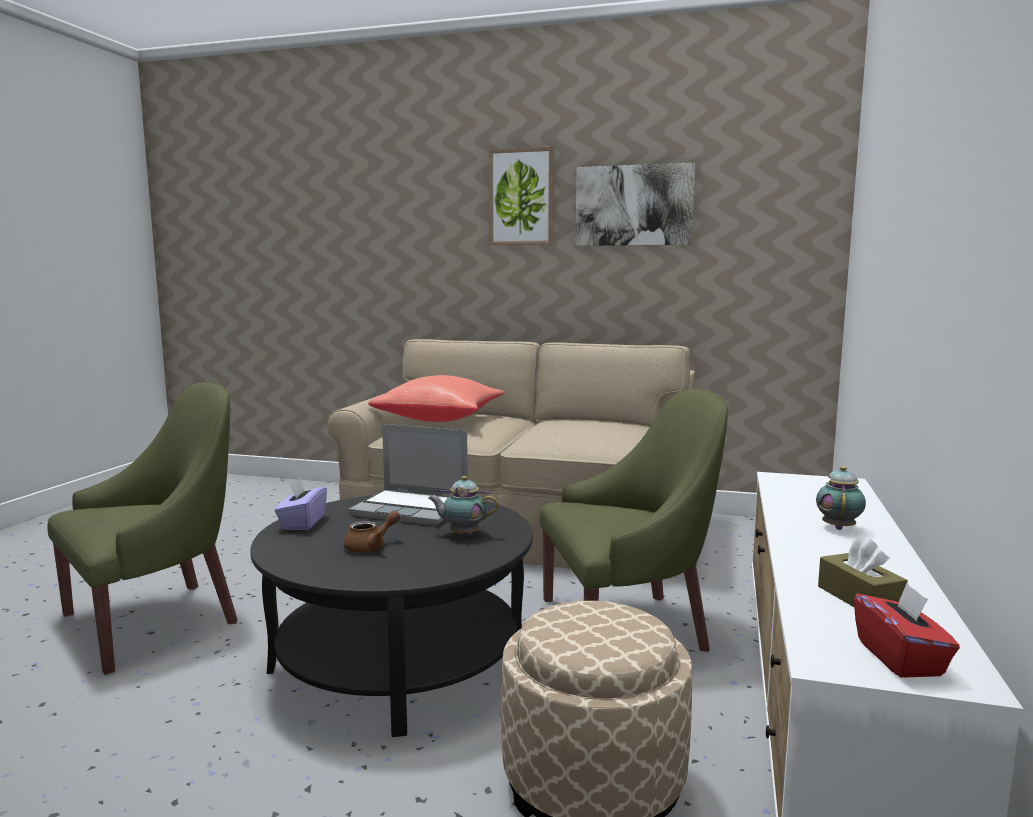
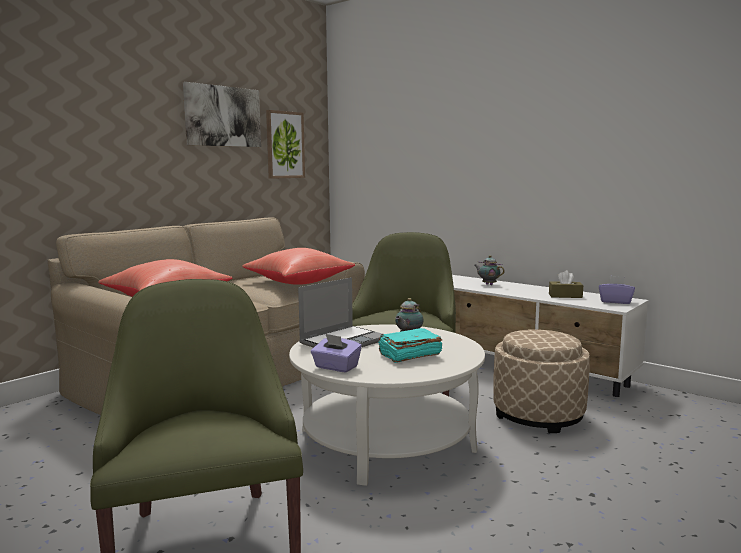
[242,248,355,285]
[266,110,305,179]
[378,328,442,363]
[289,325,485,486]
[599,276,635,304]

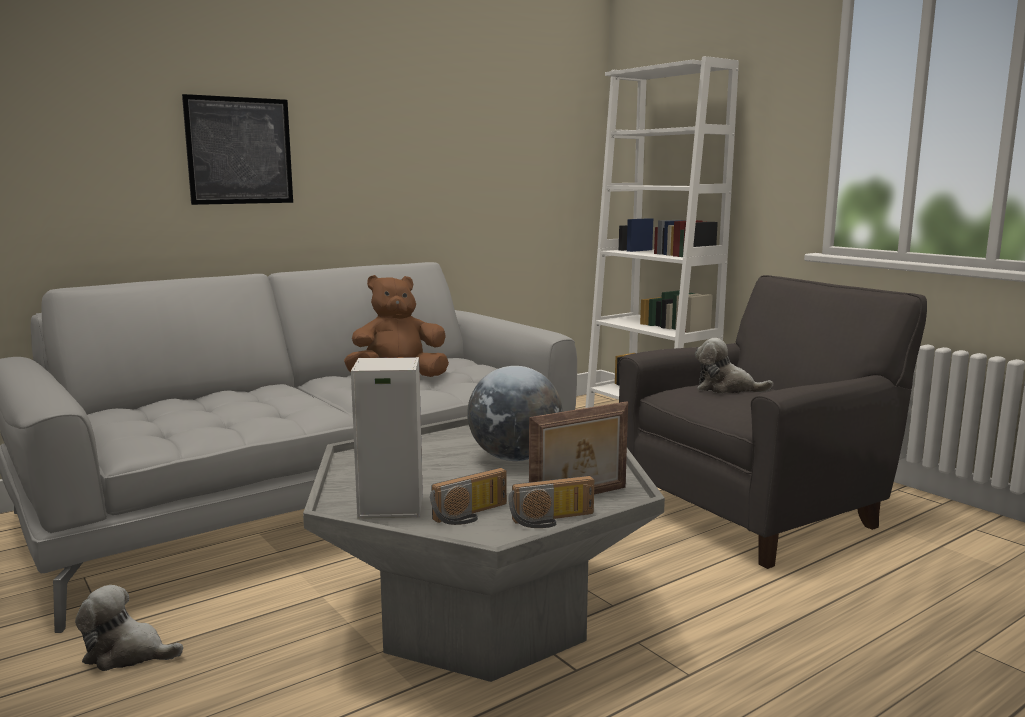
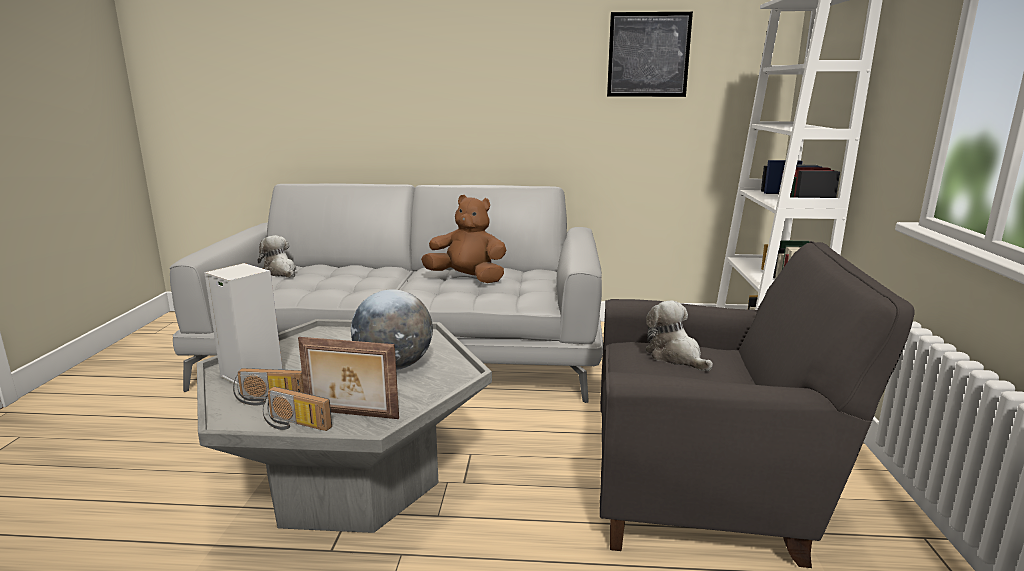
[257,235,296,278]
[607,12,693,97]

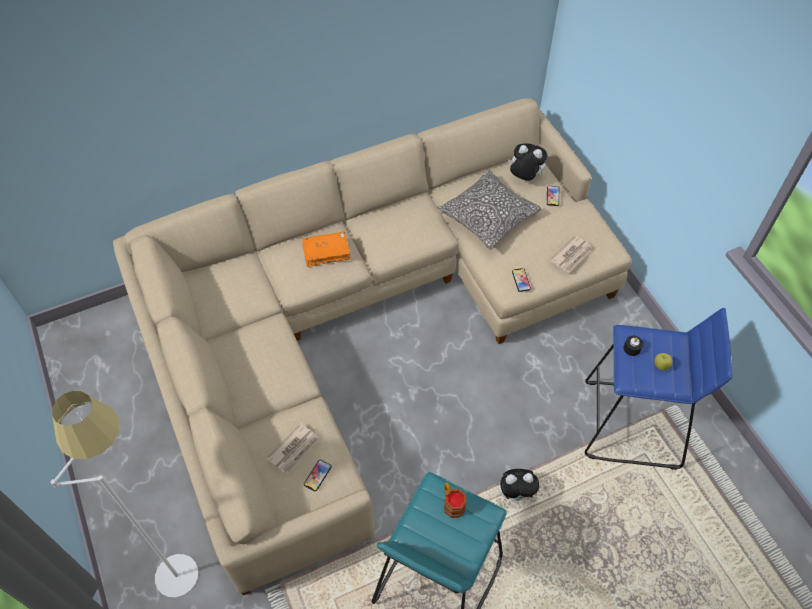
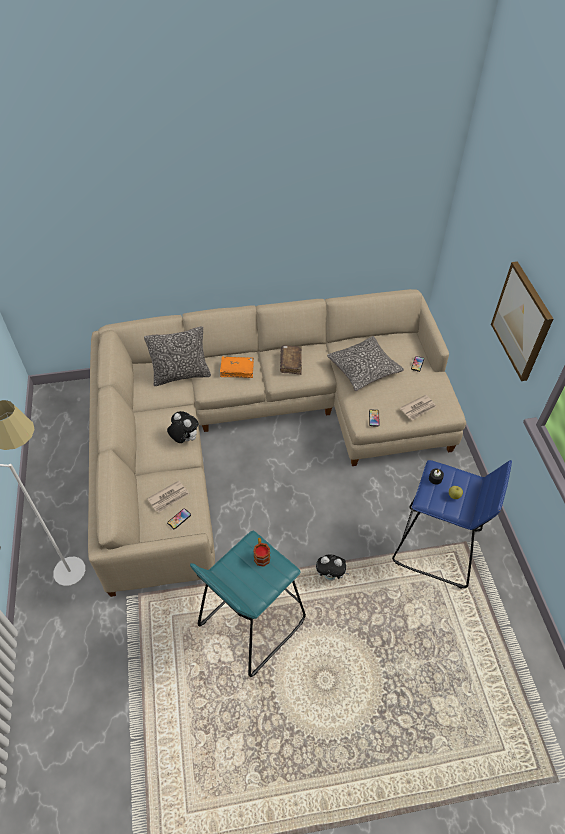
[144,326,211,386]
[280,345,302,375]
[491,261,553,381]
[167,411,199,443]

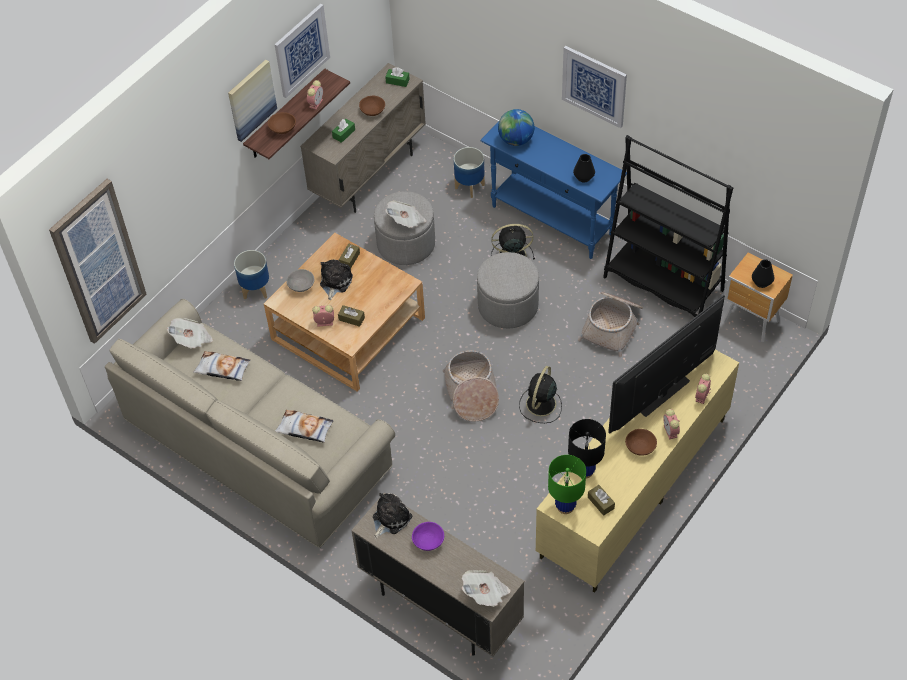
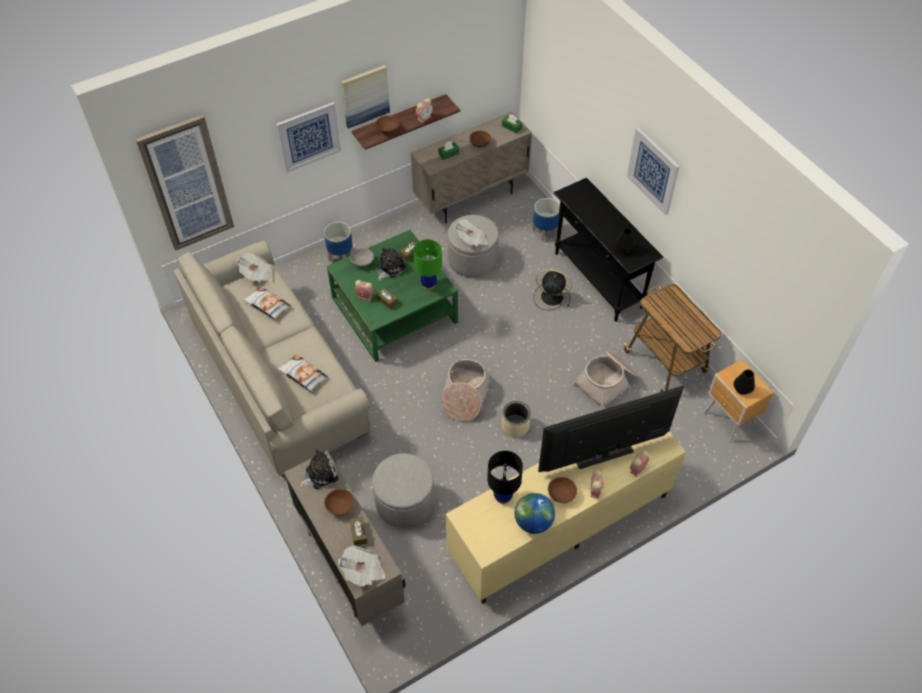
[276,102,341,173]
[372,453,435,528]
[515,493,555,534]
[413,239,442,290]
[350,517,367,546]
[501,401,531,437]
[623,284,722,392]
[327,230,458,362]
[324,489,354,515]
[554,178,664,322]

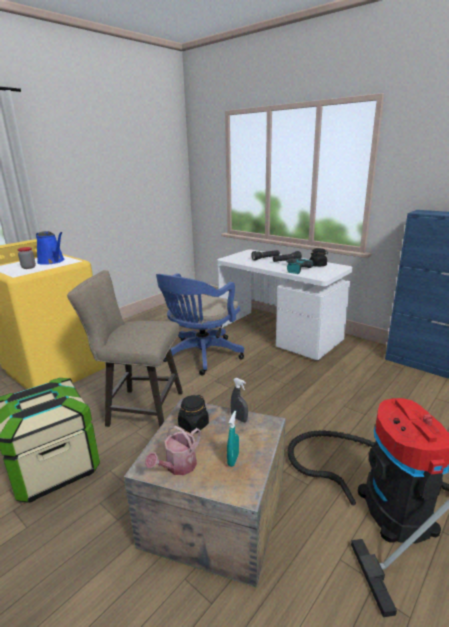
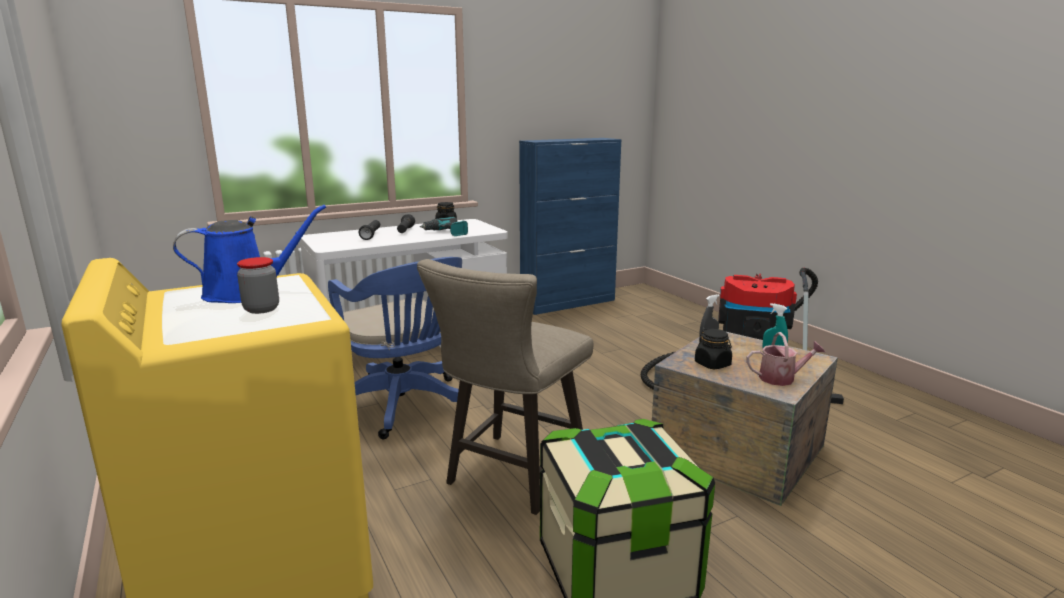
[746,332,825,386]

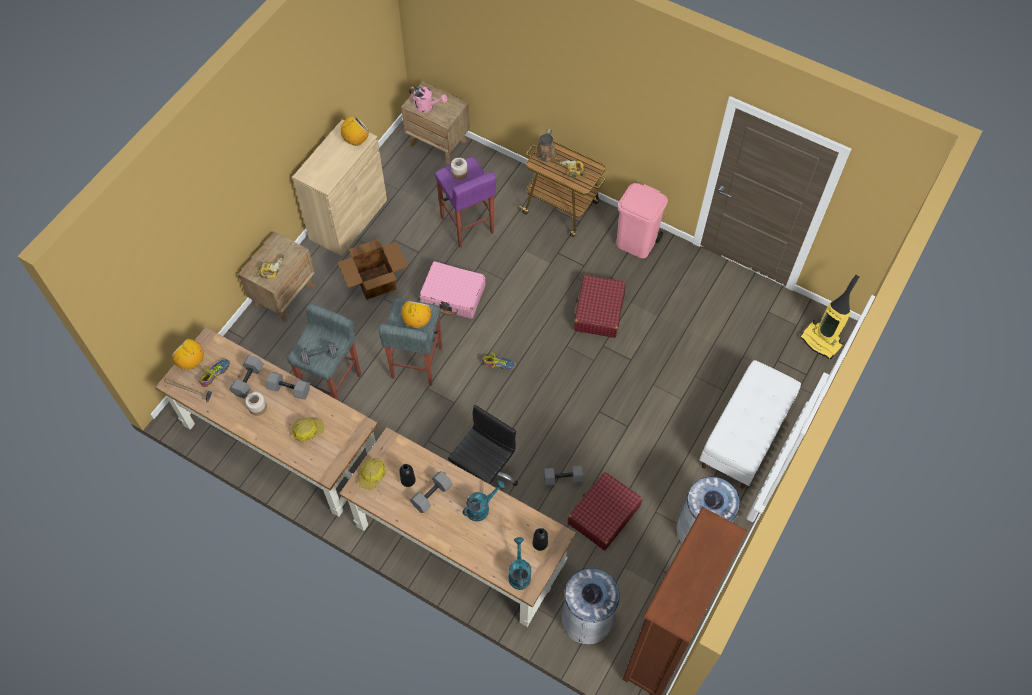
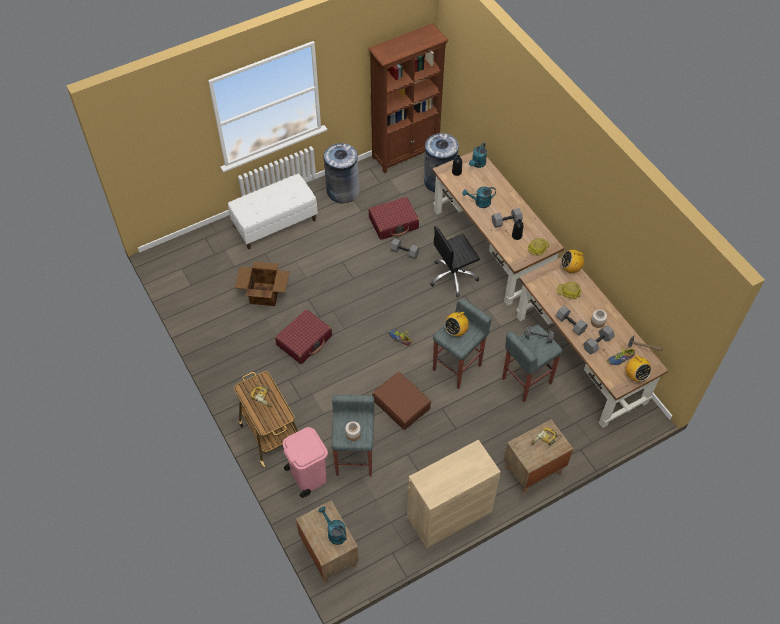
[535,129,557,162] (first image)
[800,275,859,359] (first image)
[235,261,289,306]
[561,249,585,273]
[283,427,328,498]
[318,506,347,545]
[372,372,431,430]
[331,395,374,477]

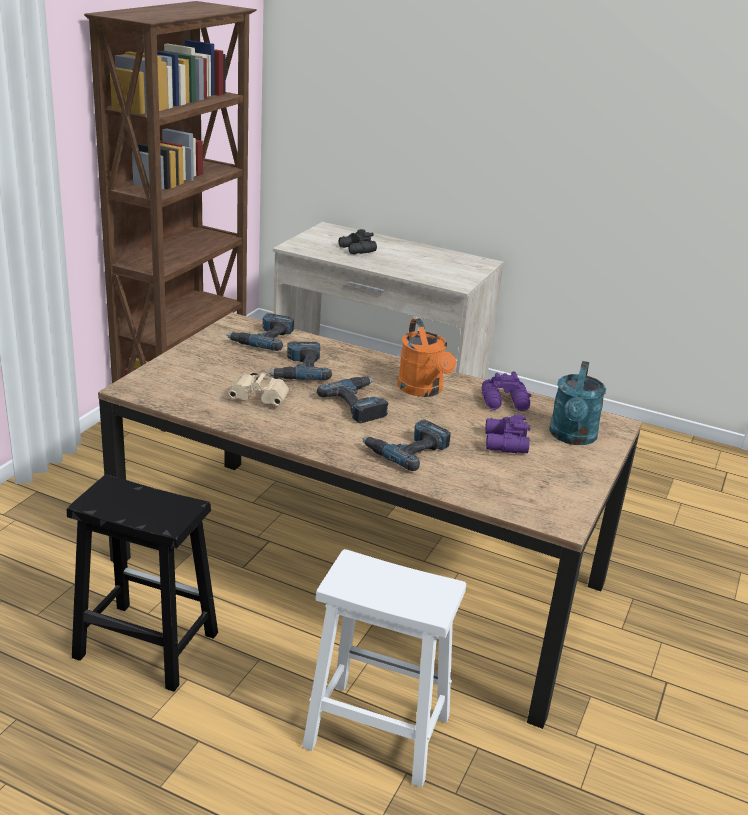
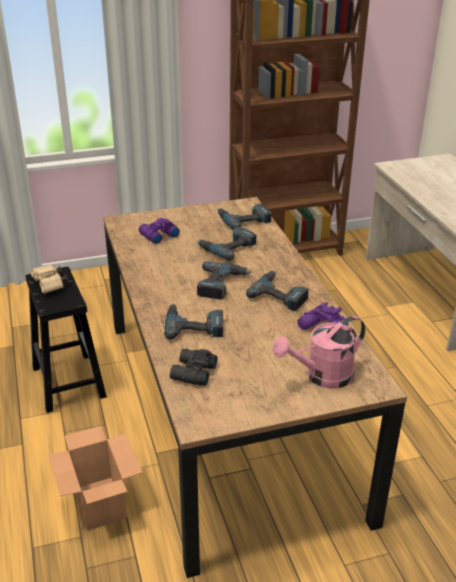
[30,264,69,294]
[170,349,217,386]
[139,218,180,244]
[48,426,143,531]
[246,271,309,311]
[273,316,365,389]

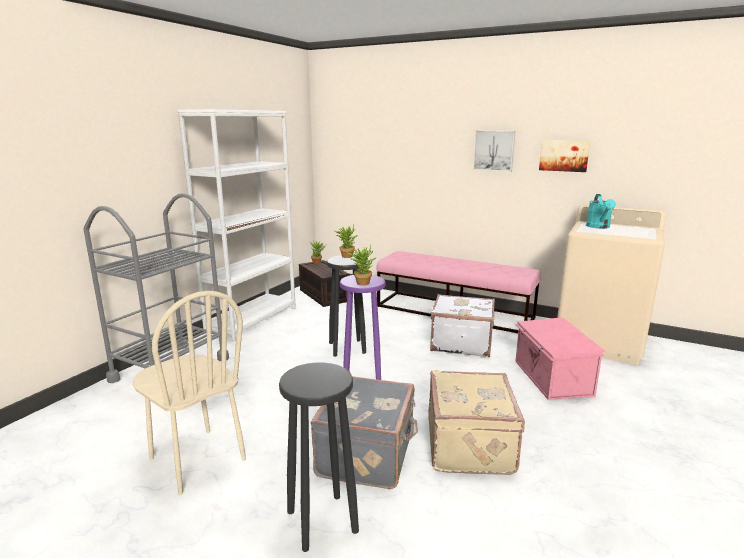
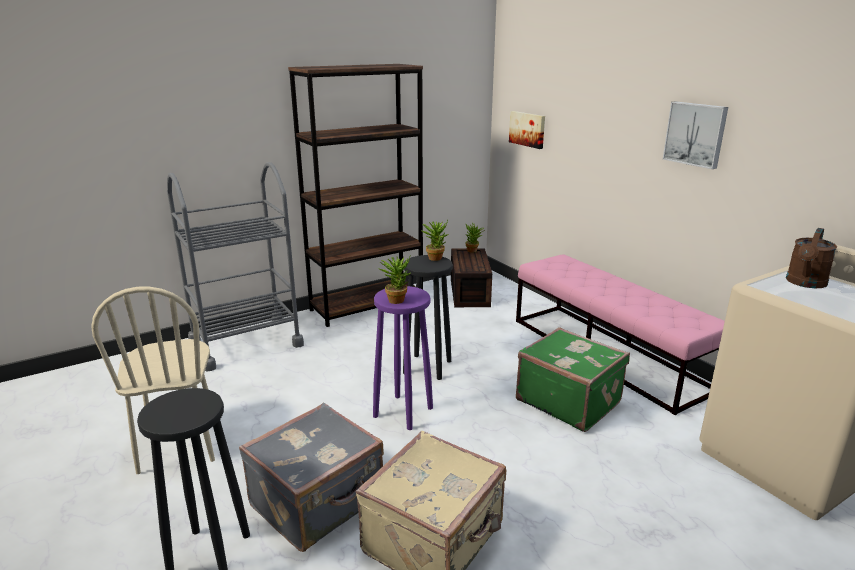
[515,317,605,400] (first image)
[509,111,545,149]
[288,64,423,327]
[516,327,630,432]
[786,228,837,288]

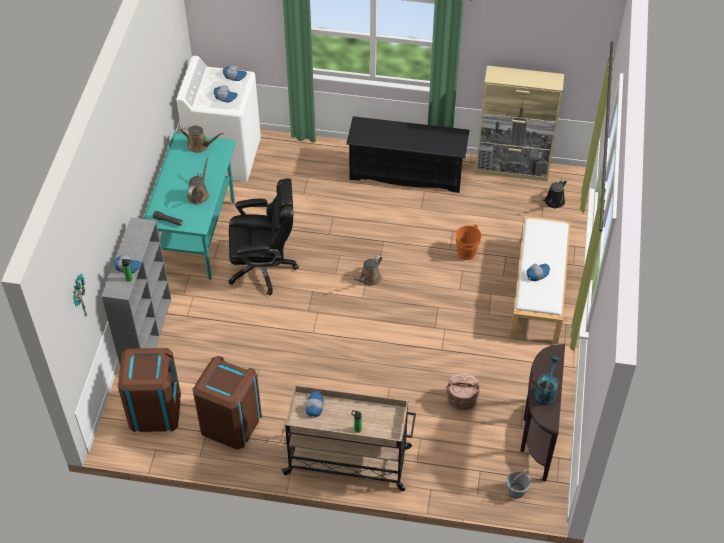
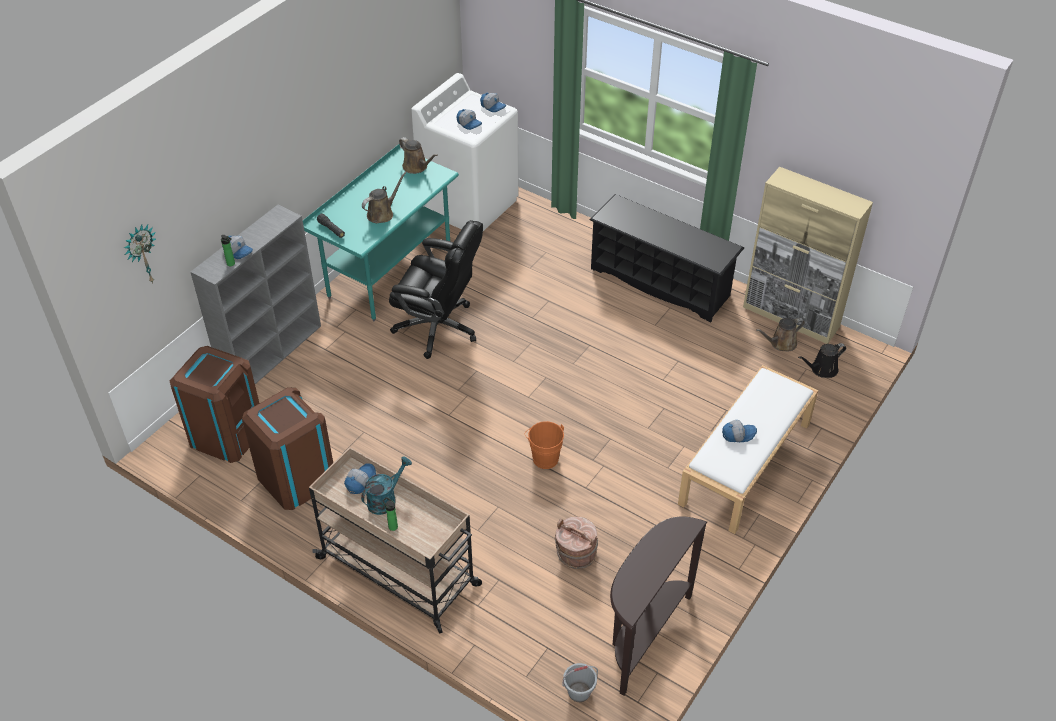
[756,318,805,351]
[528,421,564,469]
[361,456,412,515]

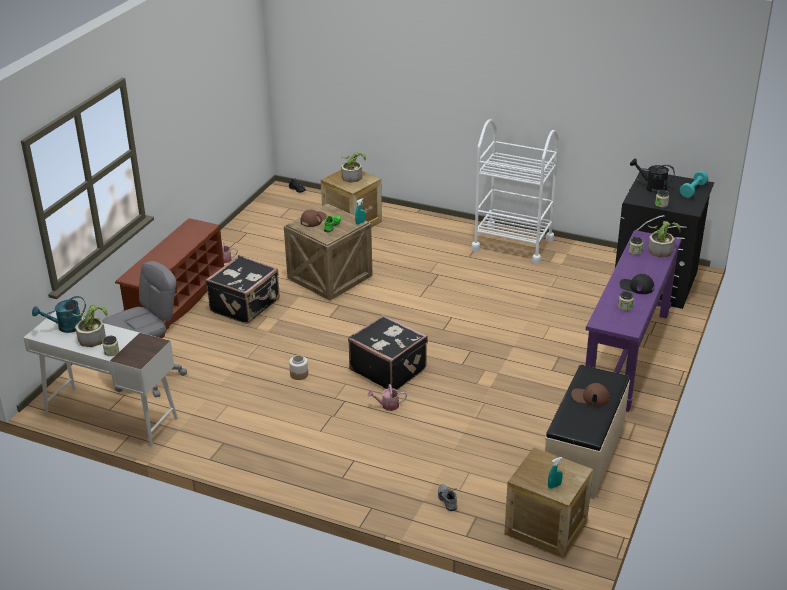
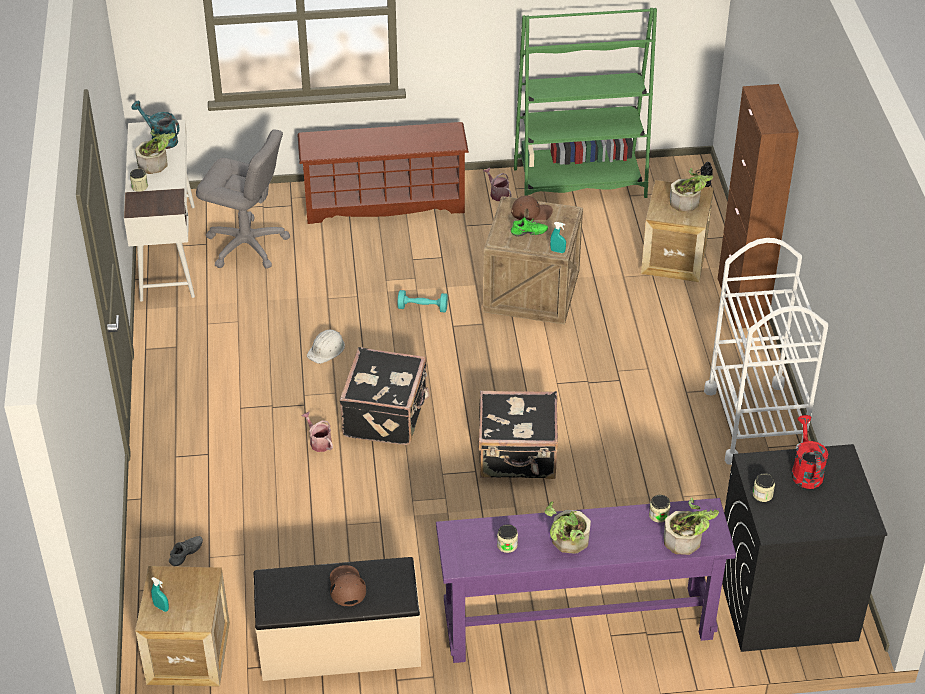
[514,8,657,198]
[718,84,799,329]
[478,391,558,479]
[397,290,448,312]
[307,329,345,364]
[544,501,591,553]
[791,415,828,489]

